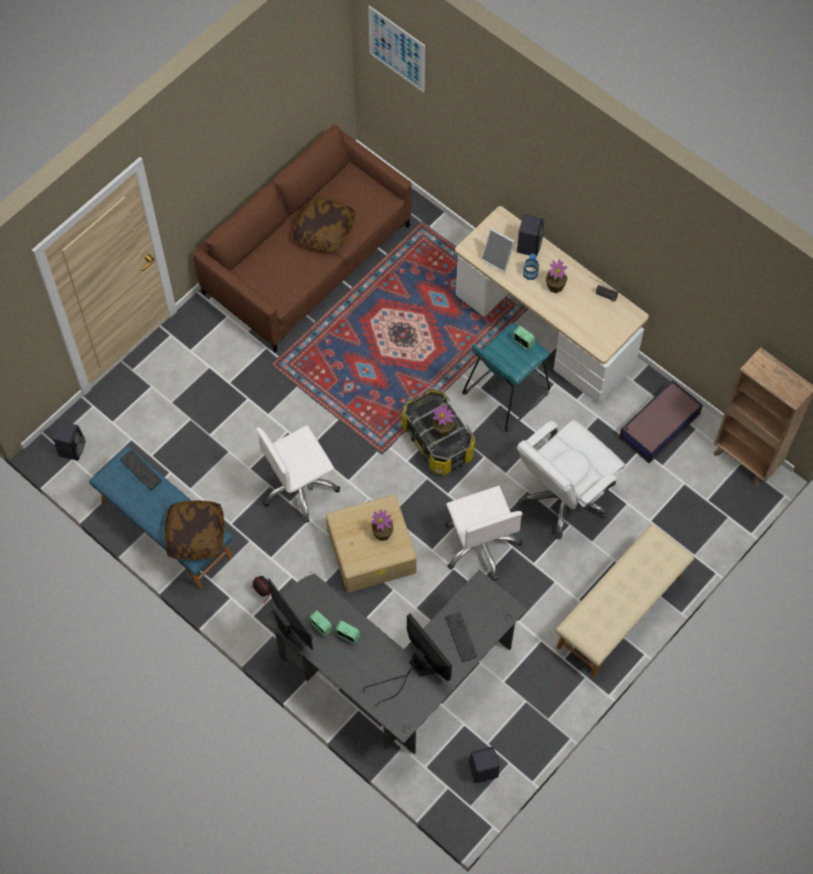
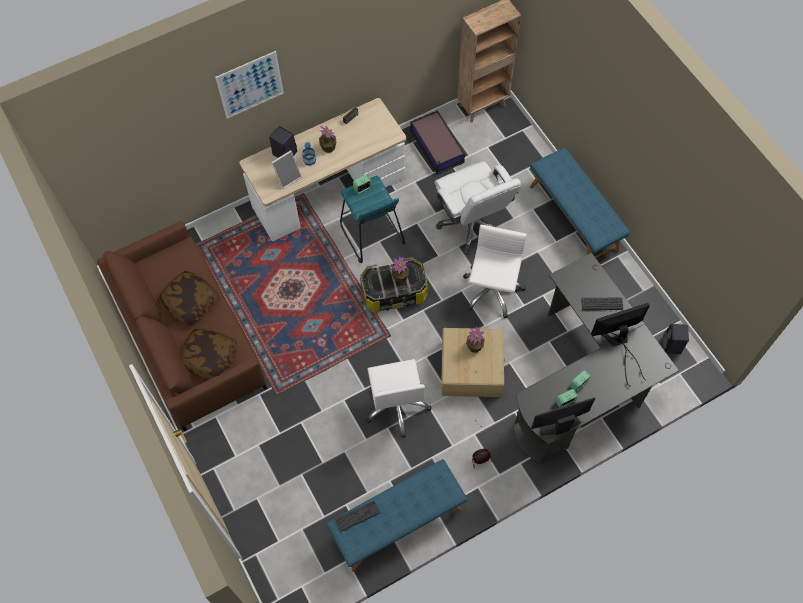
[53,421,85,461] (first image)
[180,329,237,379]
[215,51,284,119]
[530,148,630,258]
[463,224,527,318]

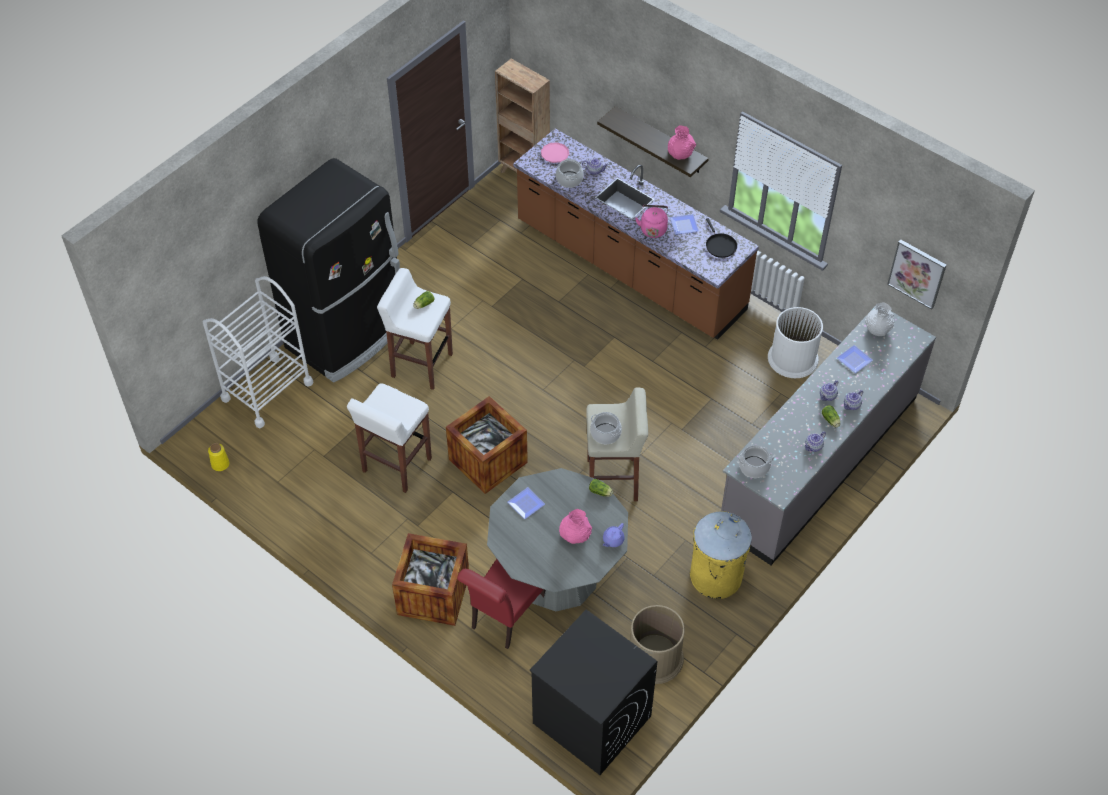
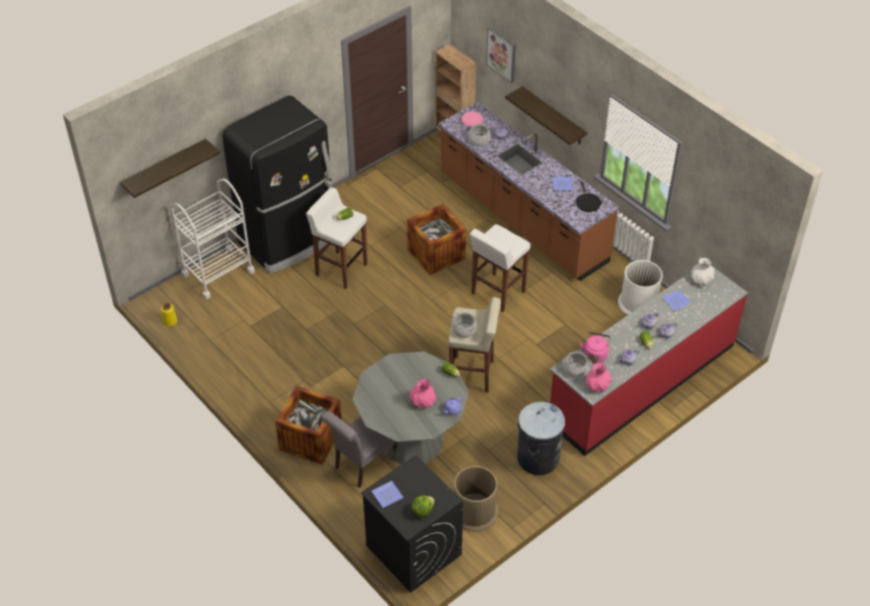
[120,139,220,198]
[411,496,434,517]
[470,224,531,313]
[407,204,466,275]
[372,481,404,508]
[580,332,611,363]
[586,362,612,392]
[486,26,516,83]
[321,411,398,488]
[517,402,565,475]
[550,266,748,456]

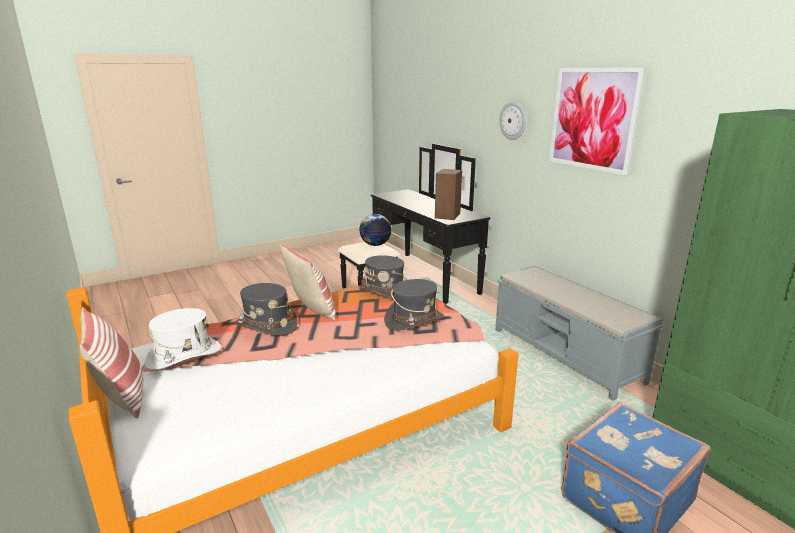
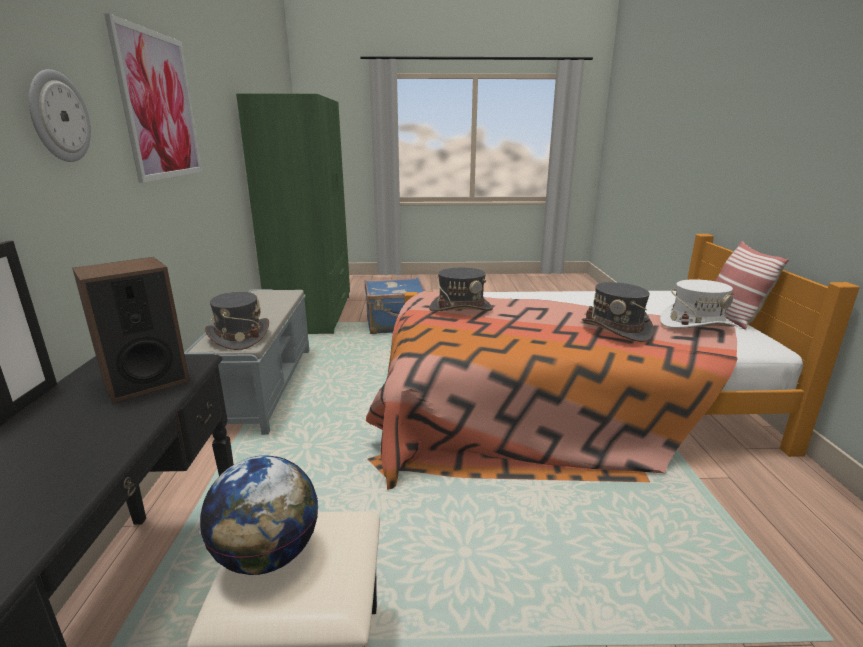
[280,244,336,321] (first image)
[205,292,269,350]

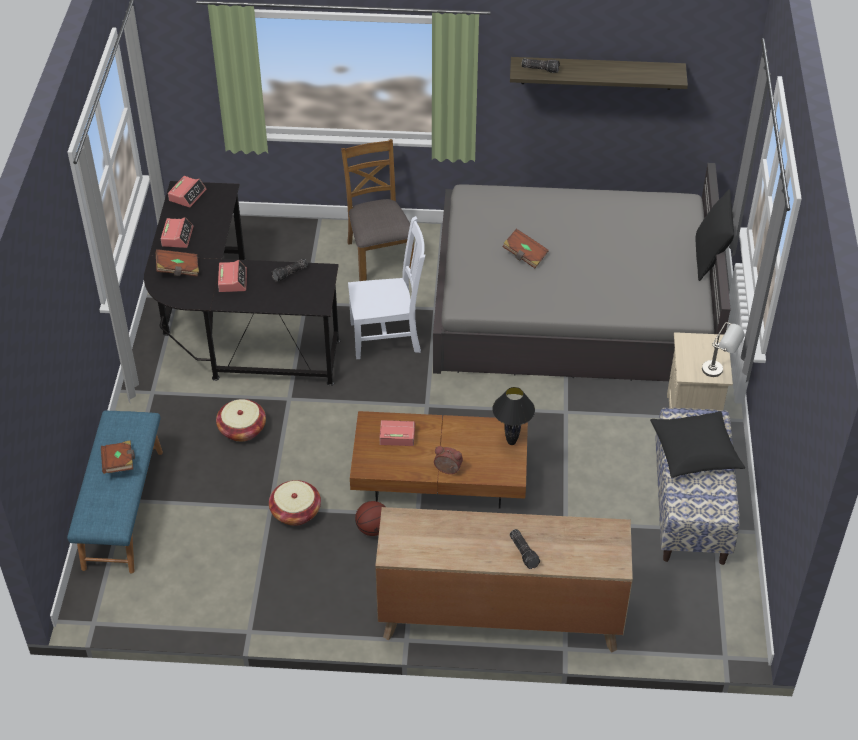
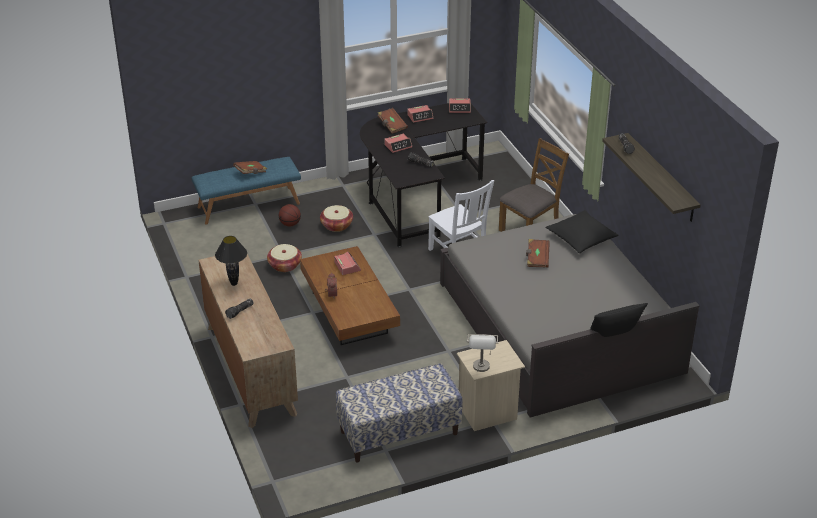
[279,204,301,227]
[215,236,247,286]
[545,210,618,253]

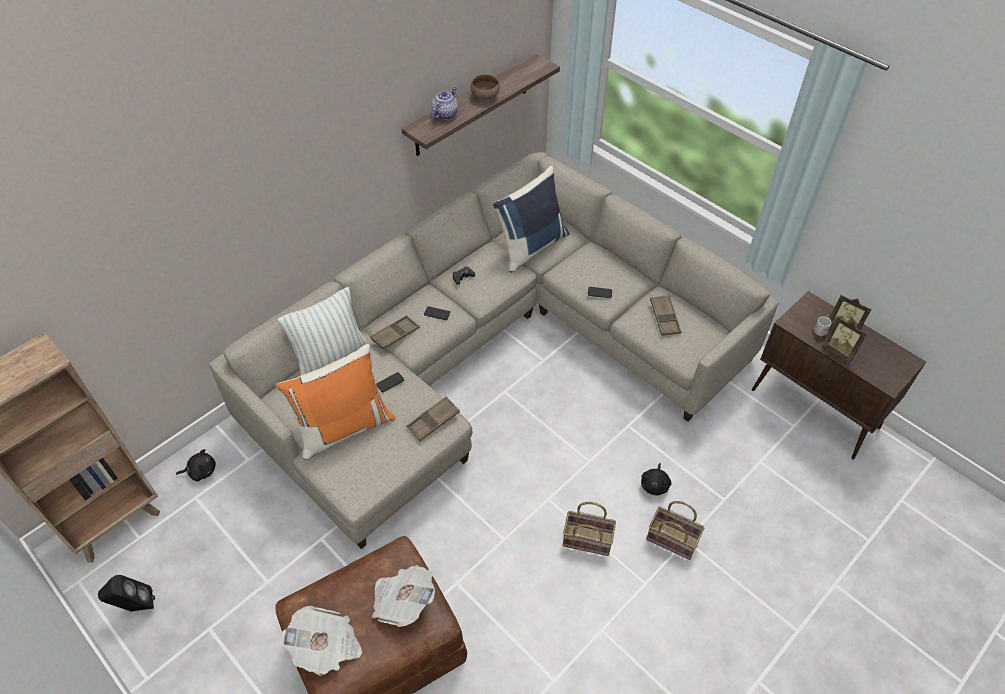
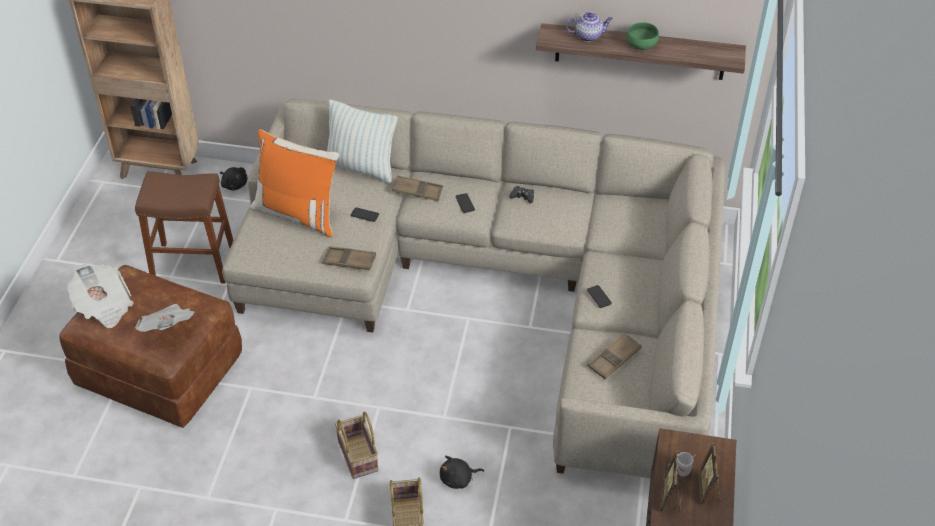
[98,575,155,611] (first image)
[493,166,570,273] (first image)
[135,171,234,284]
[626,22,659,50]

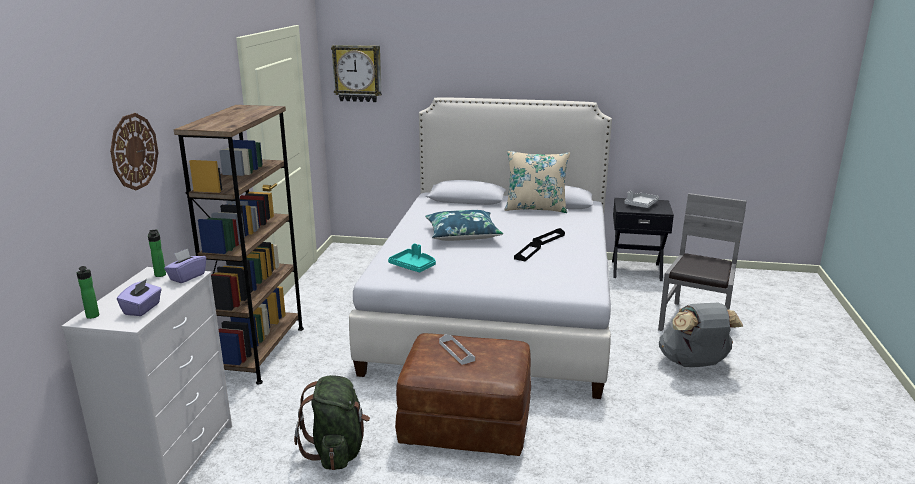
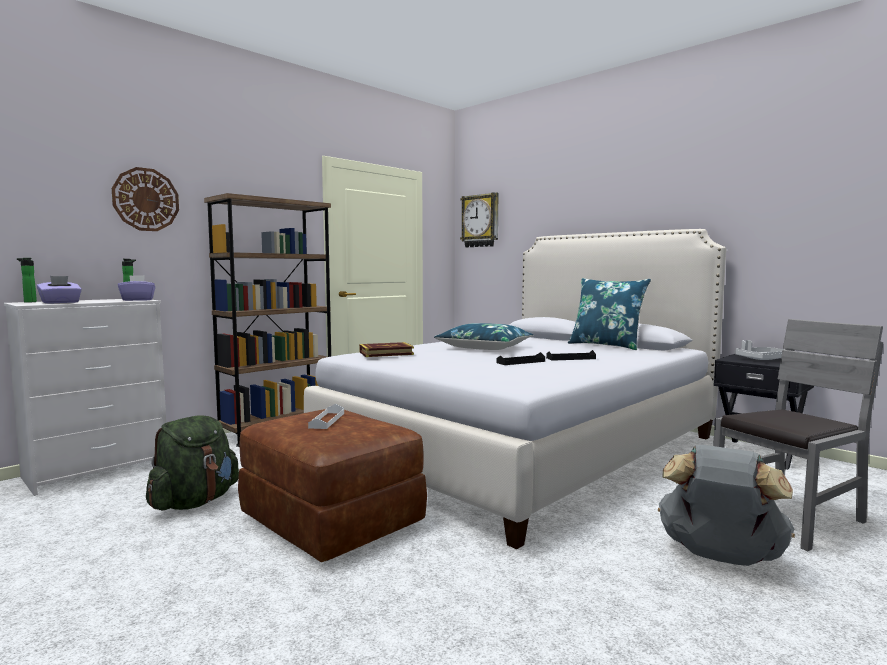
[359,342,414,357]
[568,278,651,350]

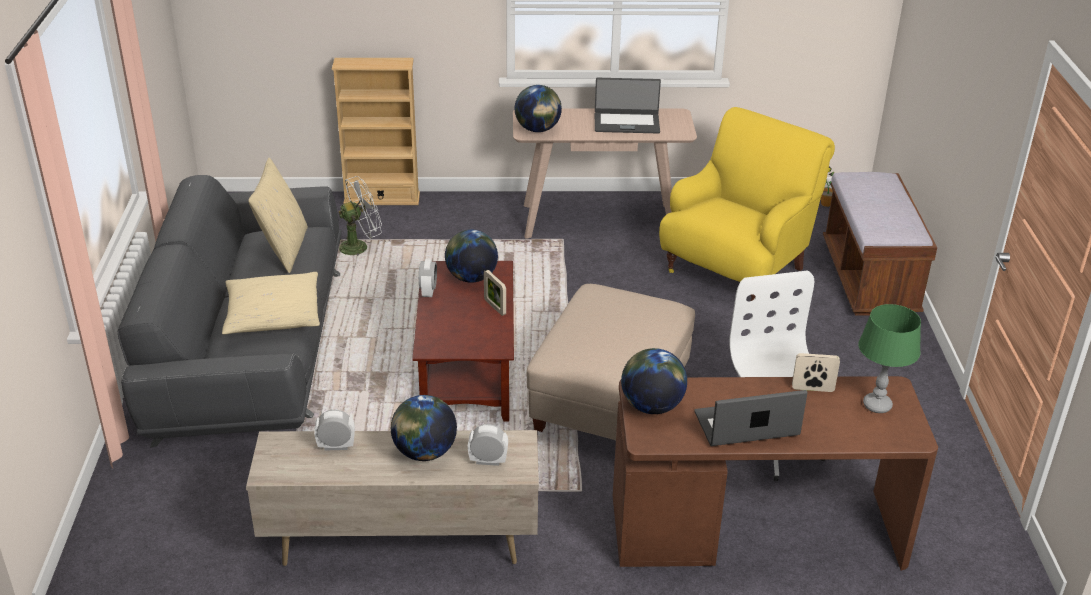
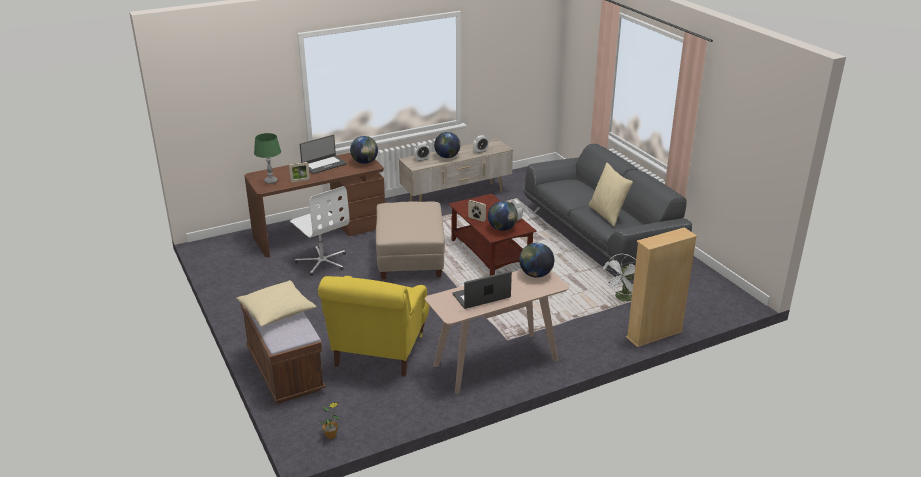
[236,280,317,327]

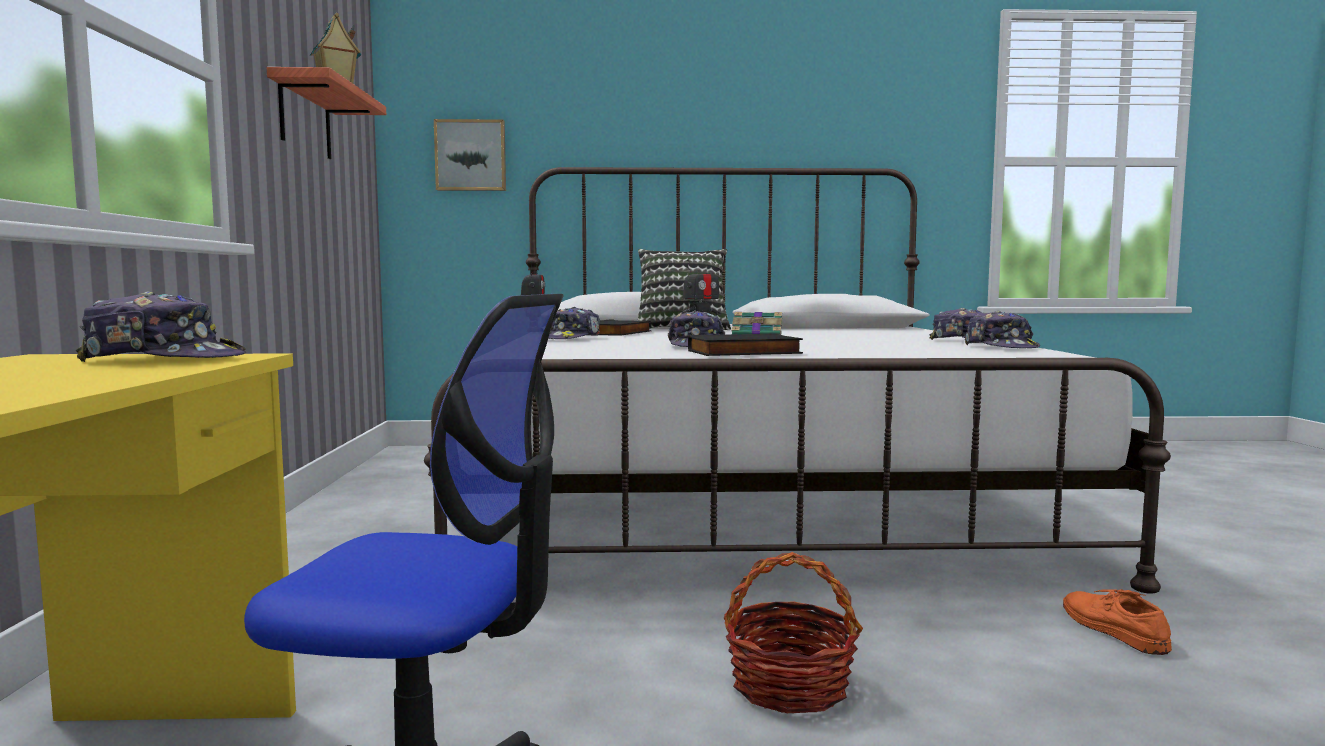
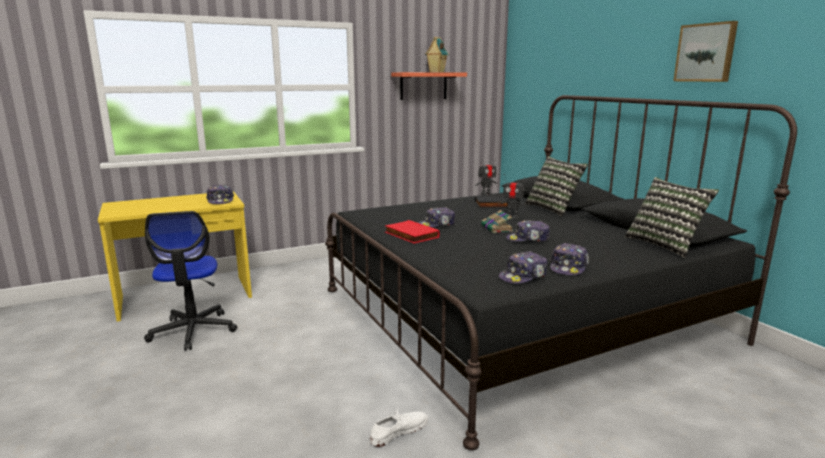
[724,552,863,713] (first image)
[625,177,719,258]
[673,21,738,82]
[506,220,550,242]
[325,95,797,450]
[385,220,440,244]
[370,408,428,447]

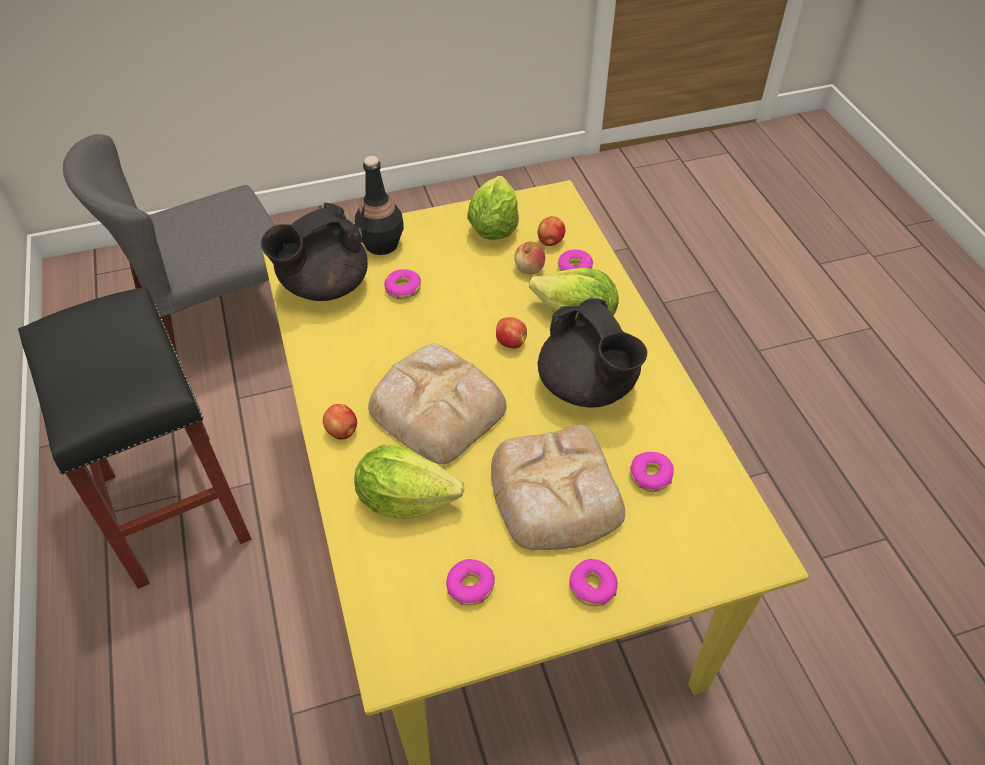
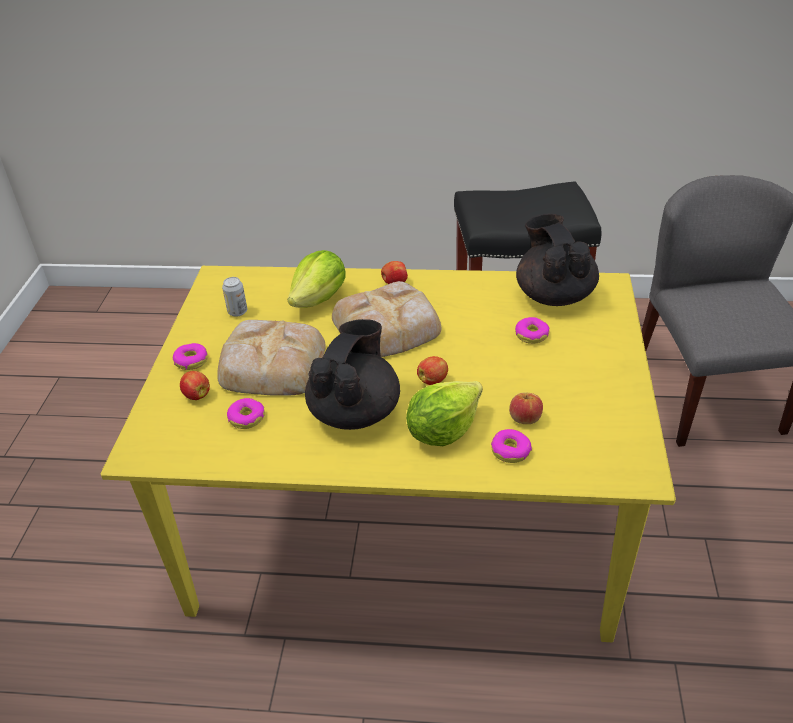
[355,156,404,255] (first image)
[467,176,519,240] (first image)
[180,371,210,400]
[222,277,247,317]
[305,319,400,430]

